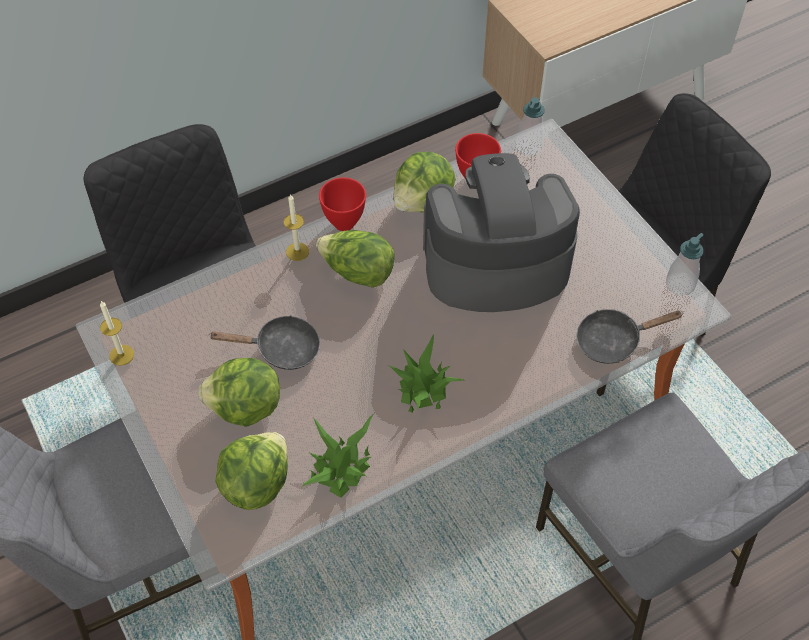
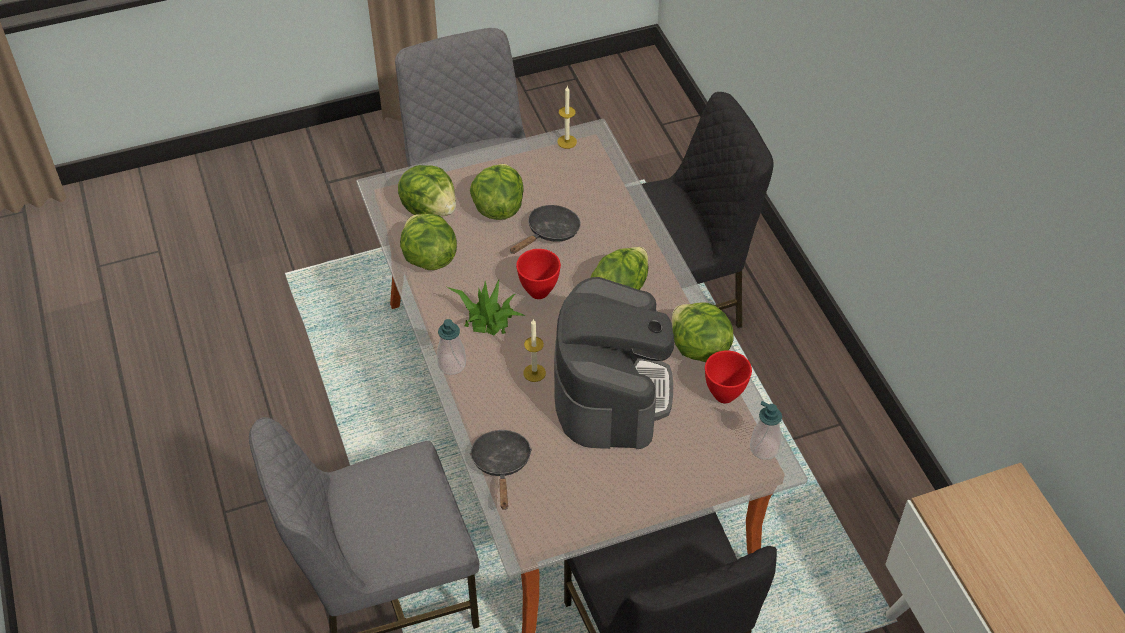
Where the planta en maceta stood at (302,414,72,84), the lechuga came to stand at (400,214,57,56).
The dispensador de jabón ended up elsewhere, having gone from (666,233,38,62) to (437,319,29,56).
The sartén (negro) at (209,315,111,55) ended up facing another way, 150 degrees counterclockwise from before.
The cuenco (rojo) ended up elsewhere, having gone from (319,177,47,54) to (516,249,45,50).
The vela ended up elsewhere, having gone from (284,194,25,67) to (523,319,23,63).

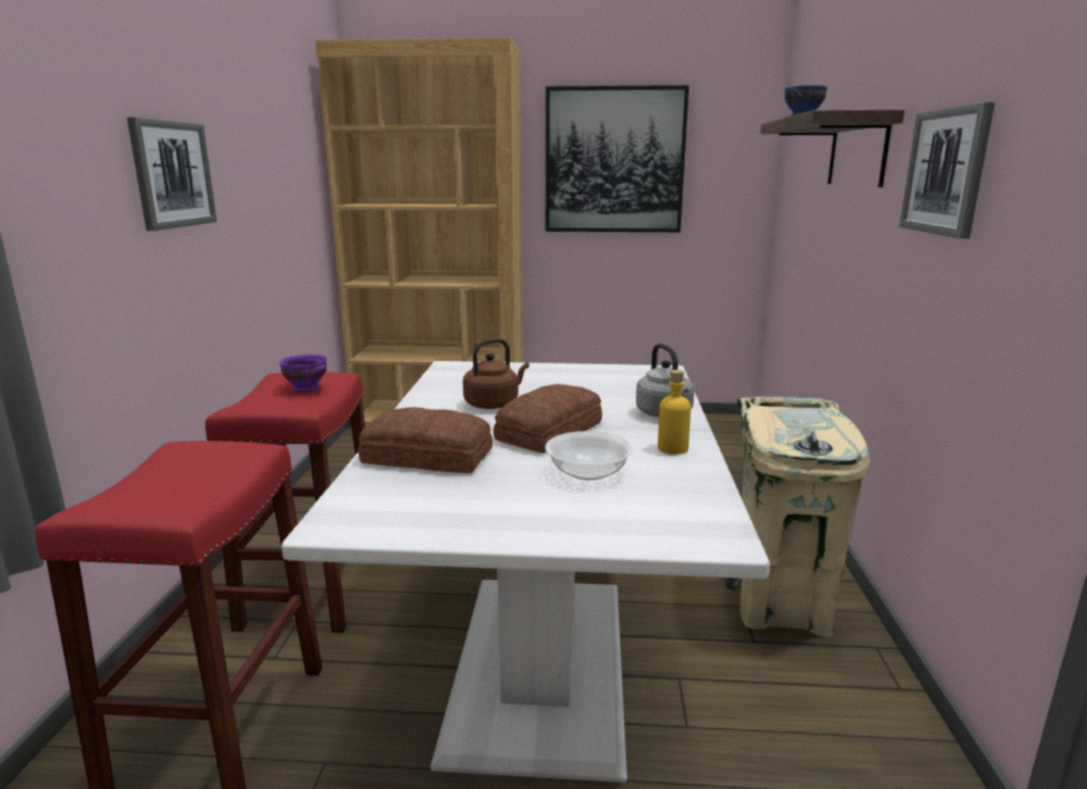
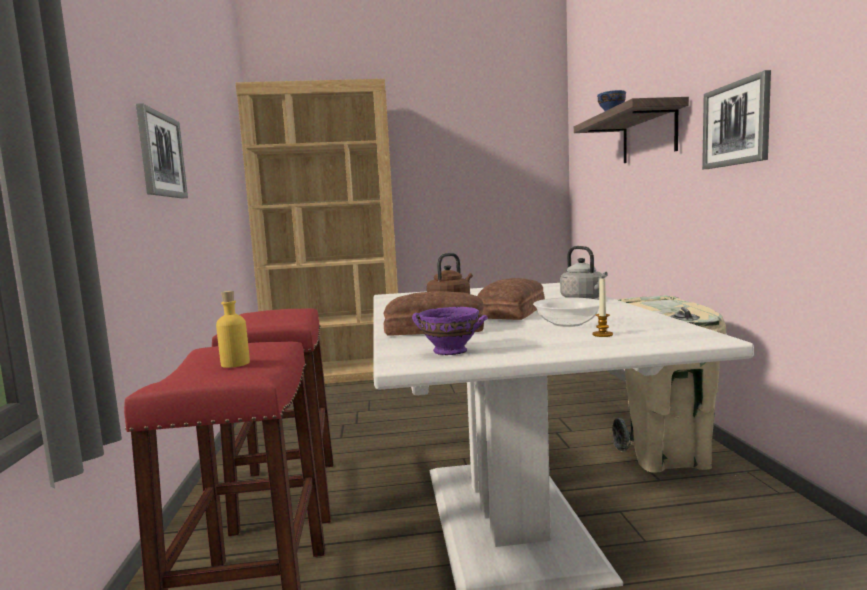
The botella (amarillo) ended up elsewhere, having gone from (658,370,33,85) to (216,291,34,77).
The cuenco (morado) ended up elsewhere, having gone from (279,354,48,38) to (412,307,76,48).
The second view gained the vela at (592,277,21,60).
The second view lost the cuadro at (546,85,143,147).

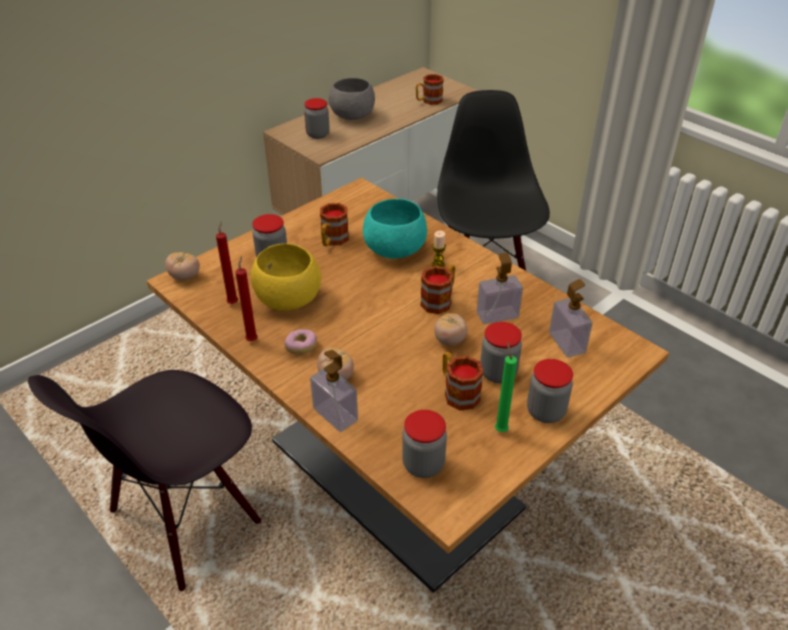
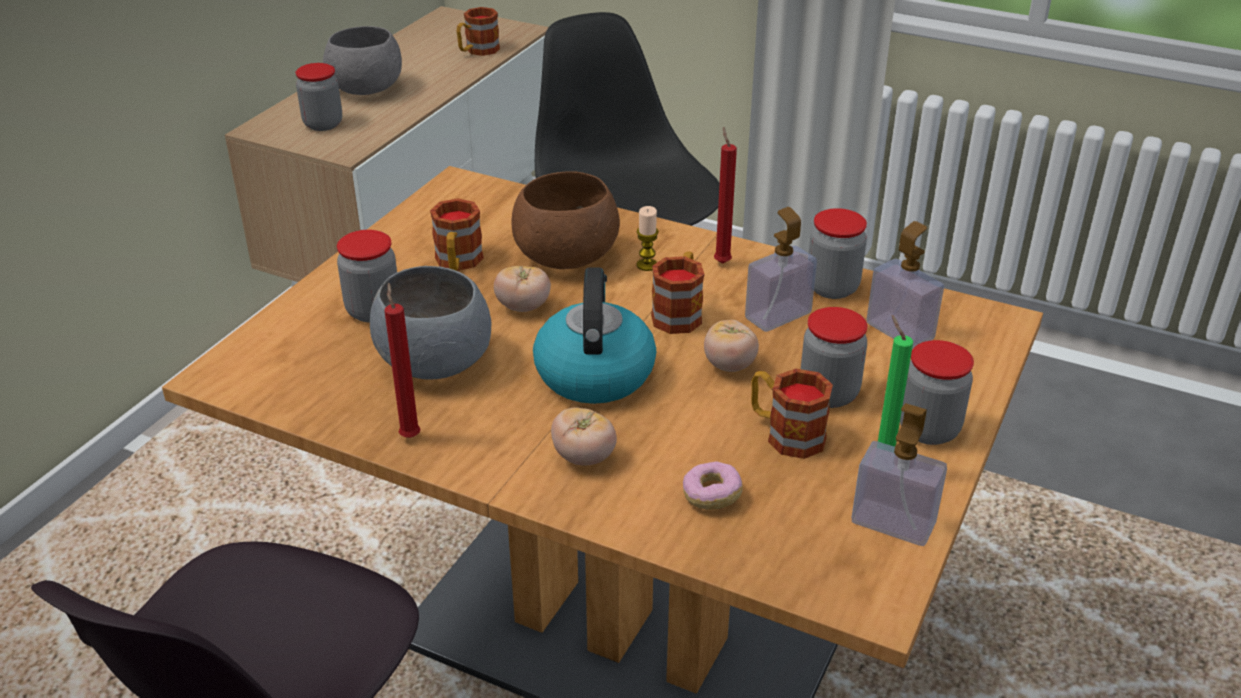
What was the cuenco (amarillo) at (251,243,70,68) turned into the cuenco (gris) at (370,266,122,113).
The tomate ended up elsewhere, having gone from (165,252,35,28) to (494,265,57,47).
What was the cuenco (turquesa) at (363,199,64,60) turned into the cuenco (marrón) at (511,171,109,98).
The second view gained the hervidor at (533,268,123,136).
The rosquilla ended up elsewhere, having gone from (284,329,33,25) to (683,461,60,49).
The vela (rojo) ended up elsewhere, having gone from (216,221,22,83) to (714,127,23,137).
The tarro ended up elsewhere, having gone from (402,410,45,68) to (809,208,58,91).
The dispensador de jabón ended up elsewhere, having gone from (310,350,48,82) to (852,403,95,143).

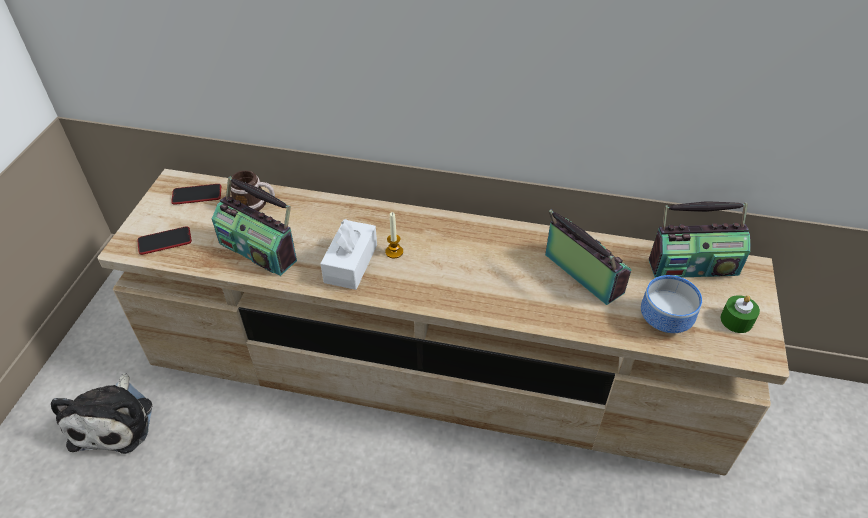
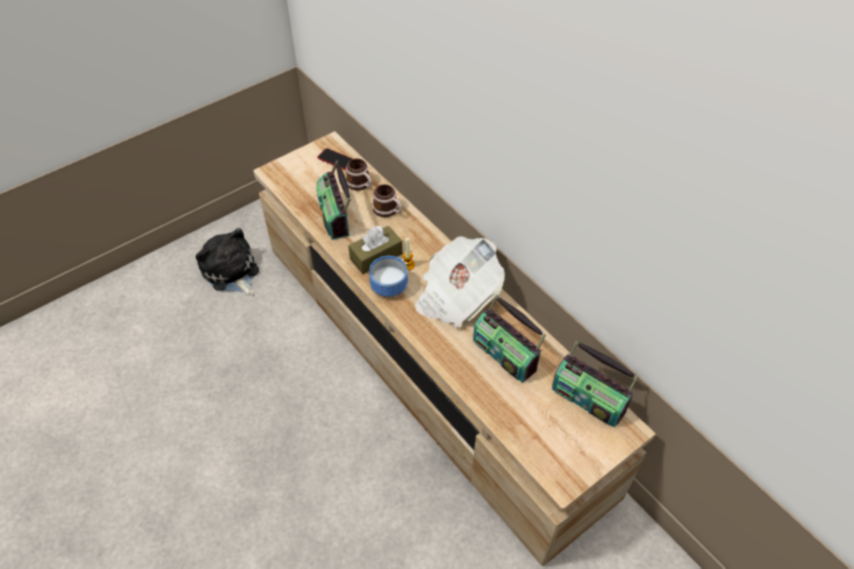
The peluche at (51,373,101,81) ended up facing another way, 105 degrees clockwise from before.
What was the caja de pañuelos (blanco) at (320,219,57,71) turned into the caja de pañuelos (marrón) at (348,225,55,49).
The cuenco ended up elsewhere, having gone from (641,275,61,58) to (369,256,39,41).
The second view gained the taza grande at (372,184,30,33).
The second view gained the periódico at (415,236,90,92).
The radio at (545,209,87,96) ended up facing another way, 135 degrees clockwise from before.
The second view lost the móvil at (137,226,55,29).
The second view lost the vela (verde) at (720,295,40,38).

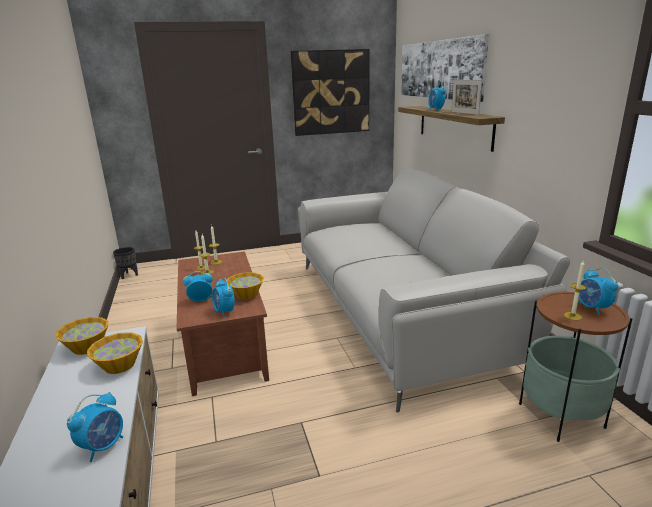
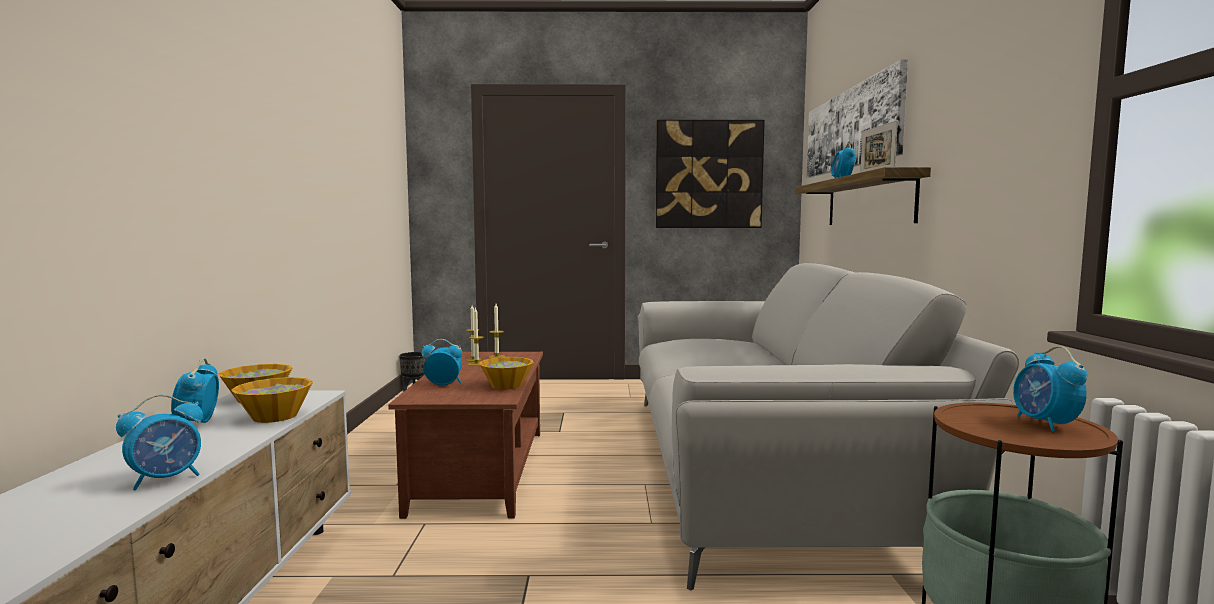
The despertador ended up elsewhere, having gone from (212,278,23,39) to (171,358,48,65).
The second view lost the vela at (564,261,22,59).

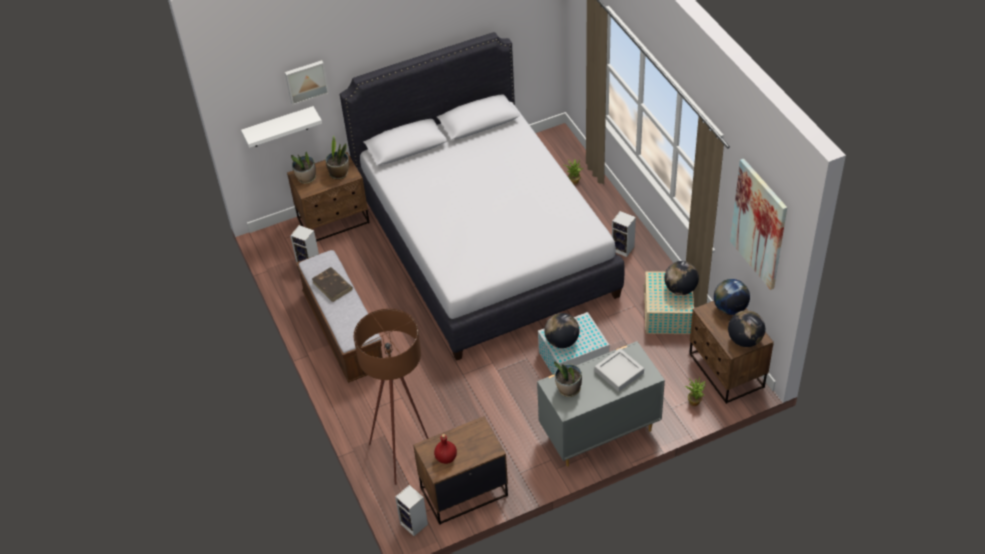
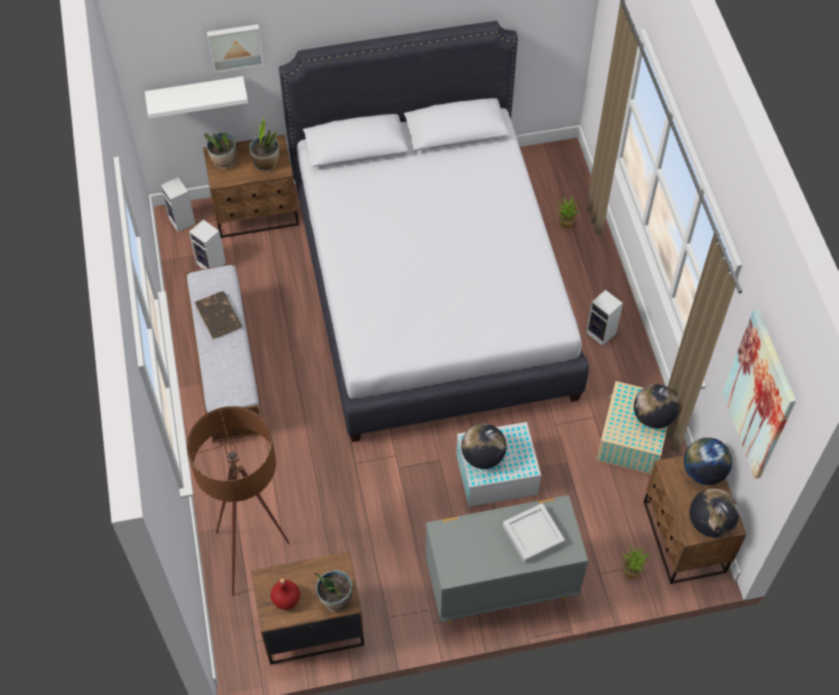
The altavoz ended up elsewhere, having gone from (395,485,33,51) to (160,177,35,55).
The planta en maceta ended up elsewhere, having gone from (554,361,28,36) to (314,570,39,42).

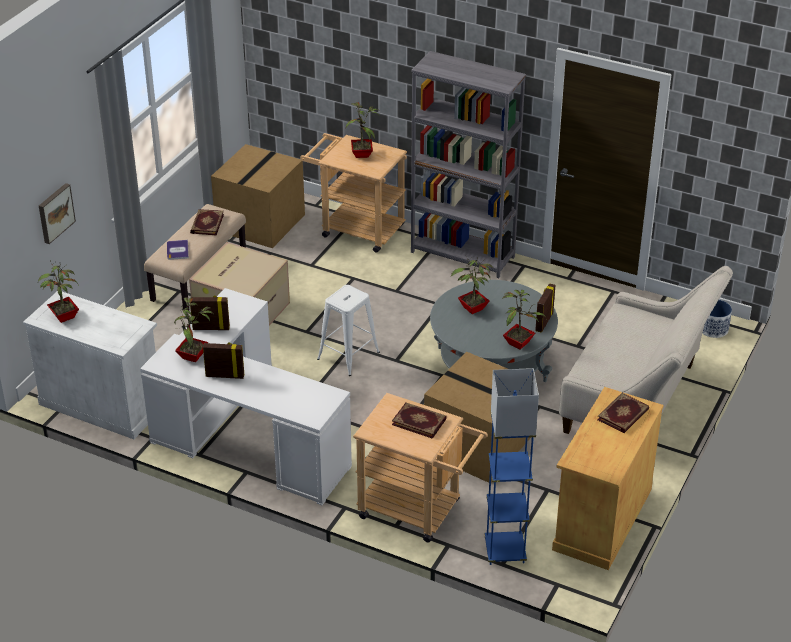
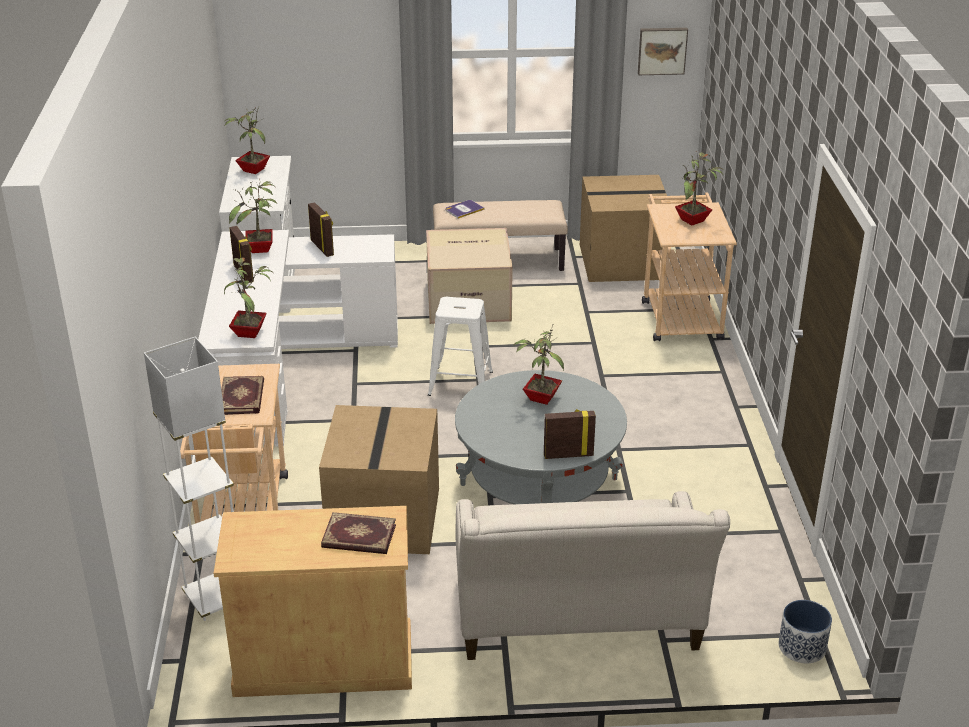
What was the lámpara de pie (azul) at (484,368,55,197) turned into the lámpara de pie (blanco) at (144,337,90,284).
The planta en maceta ended up elsewhere, having gone from (502,290,45,60) to (224,257,48,81).
The cuadro ended up elsewhere, having gone from (39,183,37,61) to (638,28,50,47).
The second view lost the libro at (190,209,34,27).
The second view lost the estantería (gris) at (411,51,115,227).

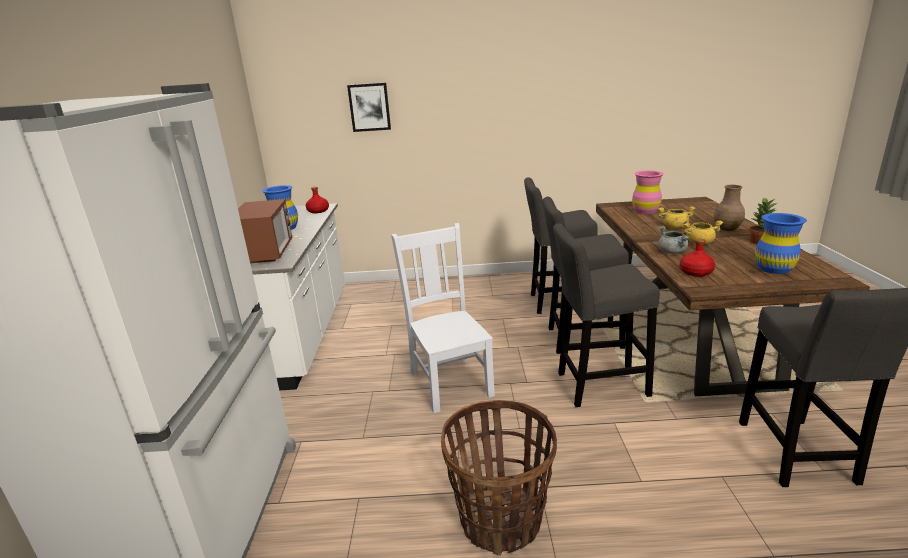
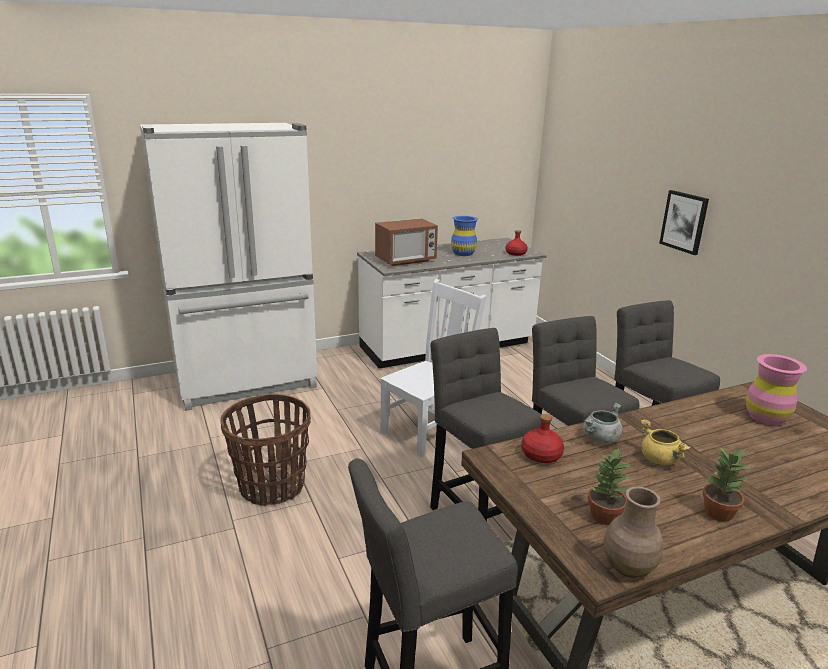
Where the florero (azul) stood at (755,213,52,61), the planta en maceta came to stand at (588,448,42,77).
The florero (marrón) ended up elsewhere, having gone from (714,185,31,46) to (603,487,60,91).
The cuadro ended up elsewhere, having gone from (347,83,44,49) to (659,190,50,65).
The second view lost the olla (amarillo) at (658,206,38,23).

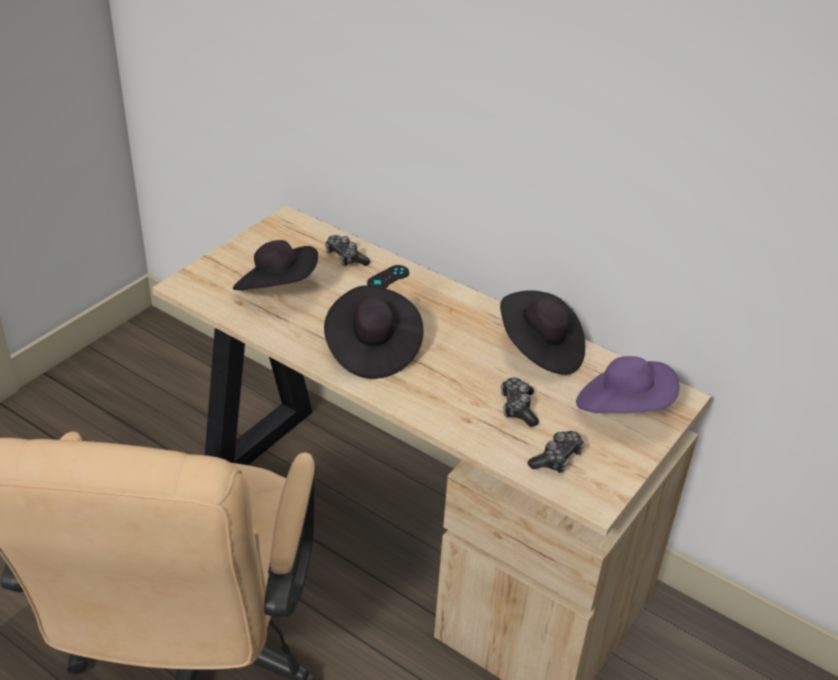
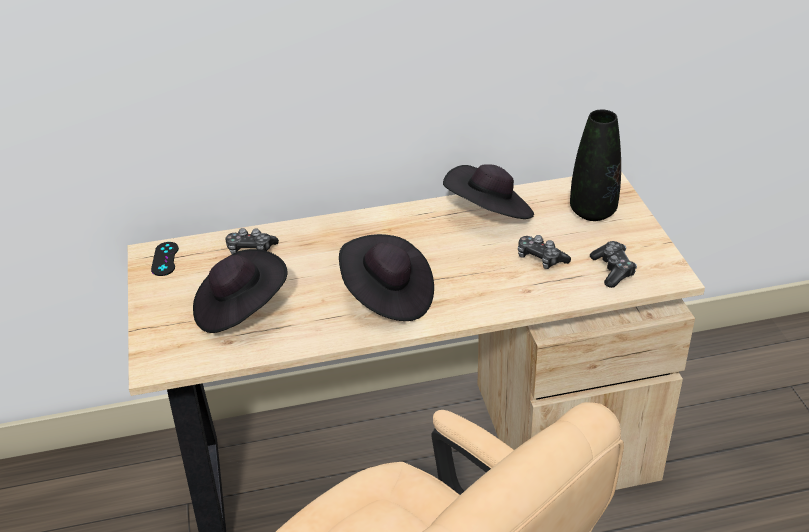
The mando de consola (negro) ended up elsewhere, having gone from (367,265,42,23) to (151,242,28,34).
Where the sombrero (morado) stood at (576,356,104,58), the florero (negro) came to stand at (570,110,51,111).

